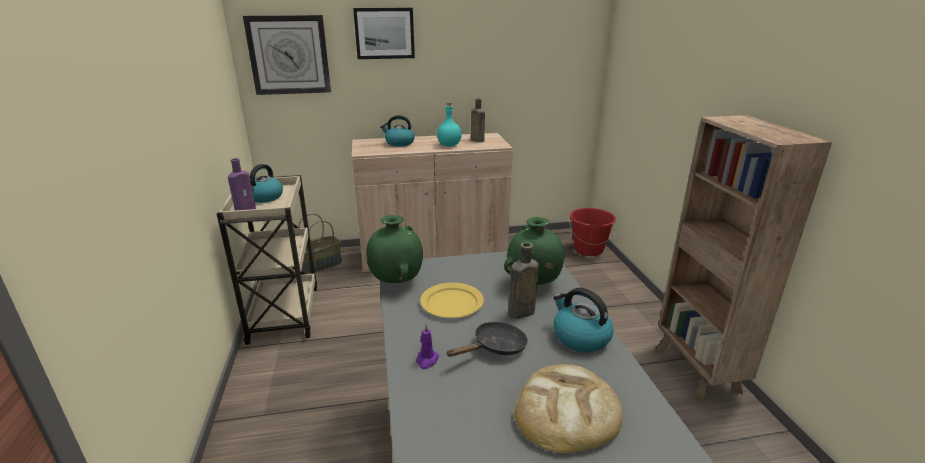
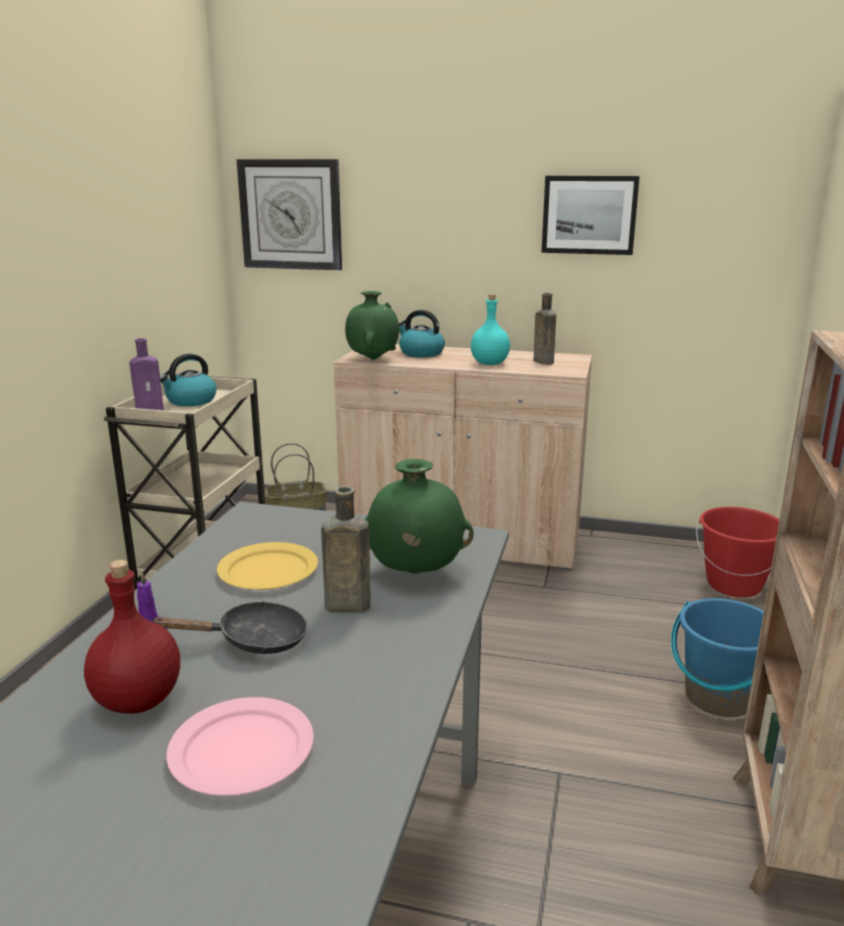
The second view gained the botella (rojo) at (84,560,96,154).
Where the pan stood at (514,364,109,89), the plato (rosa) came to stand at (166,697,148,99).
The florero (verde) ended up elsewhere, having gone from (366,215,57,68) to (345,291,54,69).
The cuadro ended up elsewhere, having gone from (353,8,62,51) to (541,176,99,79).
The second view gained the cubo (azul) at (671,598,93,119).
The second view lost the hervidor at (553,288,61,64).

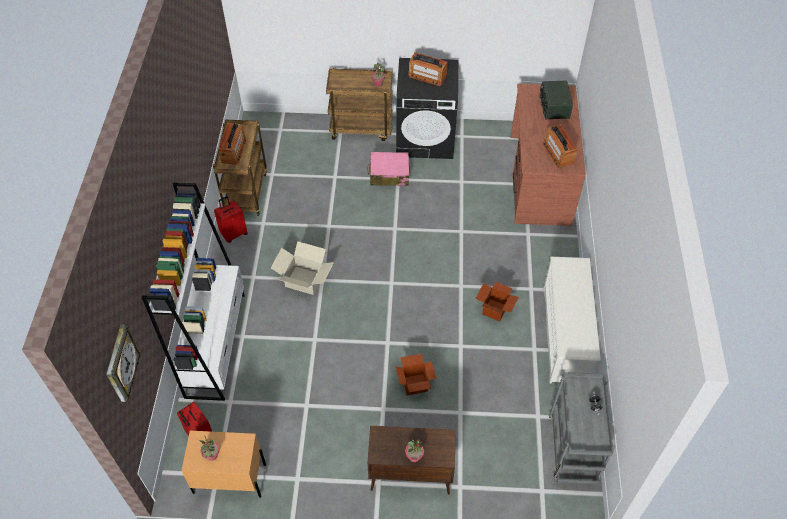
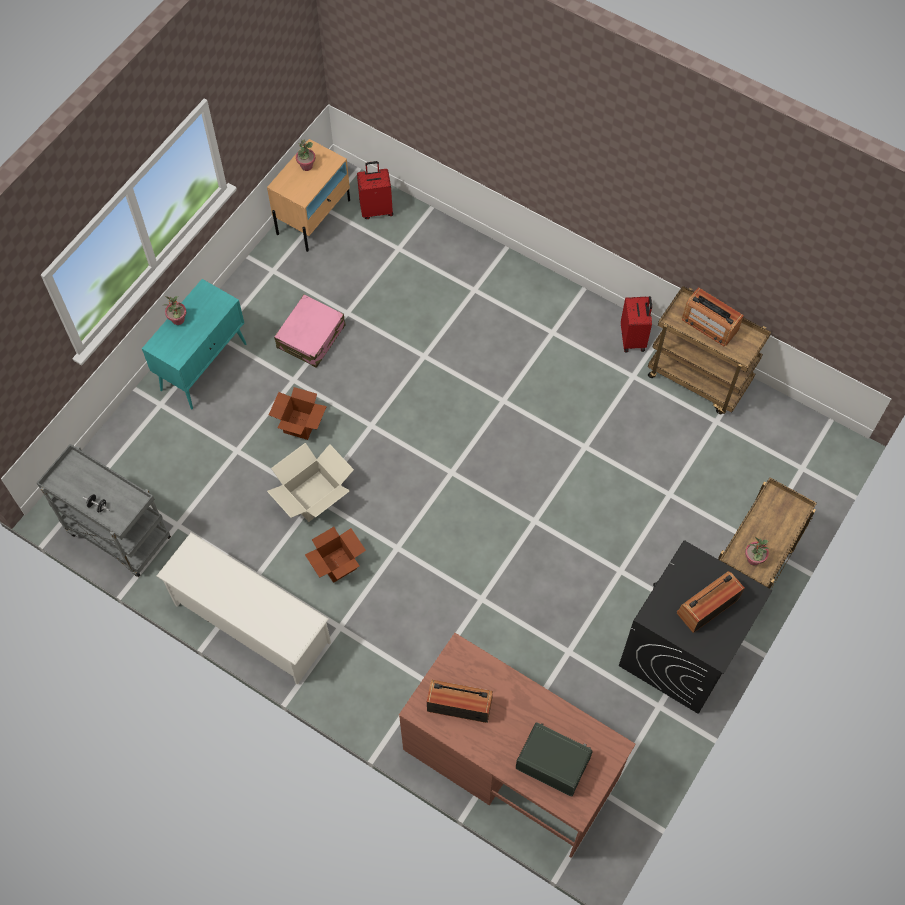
What was the armario (marrón) at (367,426,88,69) turned into the armario (turquesa) at (142,279,105,130).
The caja de cartón ended up elsewhere, having gone from (271,241,63,54) to (267,443,87,79).
The maleta (rosa) ended up elsewhere, having gone from (367,152,43,34) to (274,295,71,73).
The second view lost the reloj de pared at (106,324,35,78).
The second view lost the estantería (blanco) at (141,183,104,218).

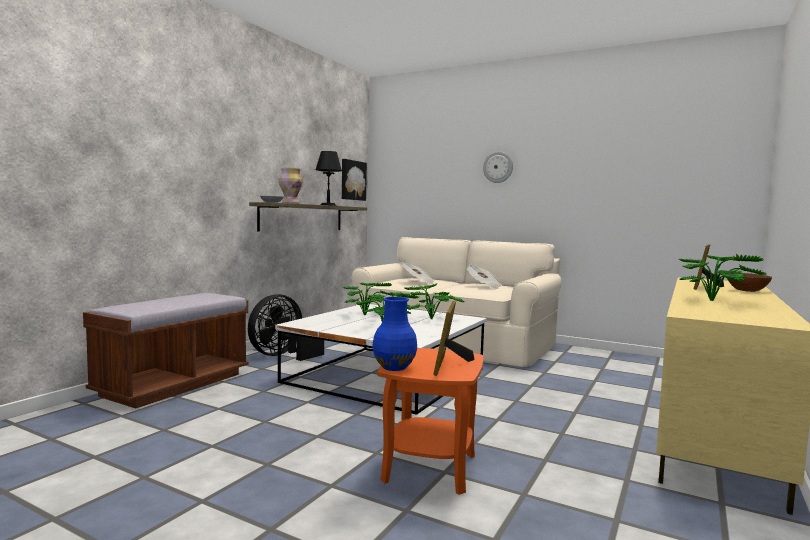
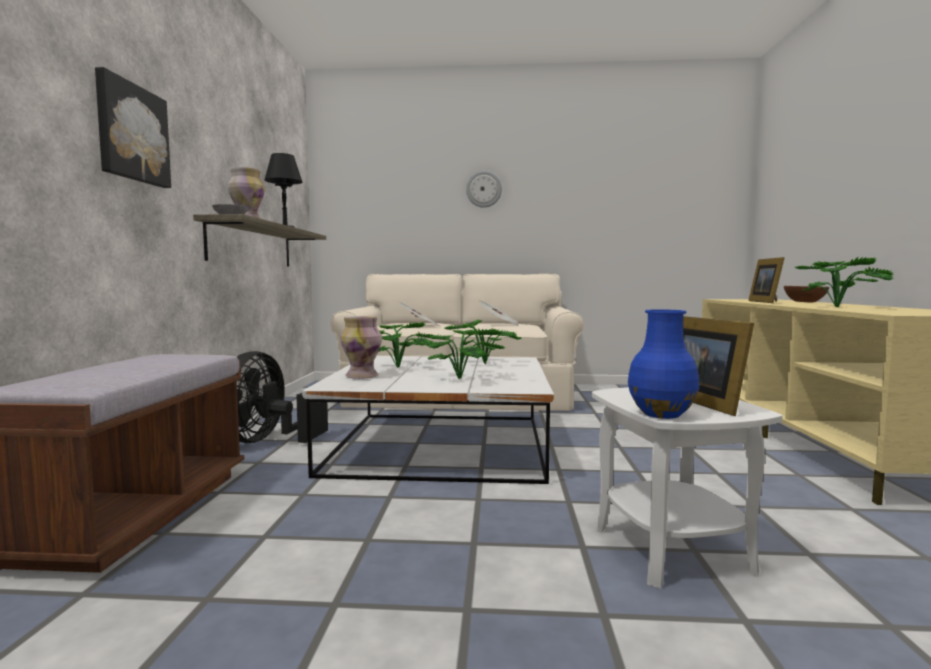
The cuadro ended up elsewhere, having gone from (342,159,25,42) to (95,67,76,121).
The second view gained the florero at (340,316,42,63).
What was the mesa auxiliar (naranja) at (378,348,105,147) turned into the mesa auxiliar (blanco) at (592,387,191,202).

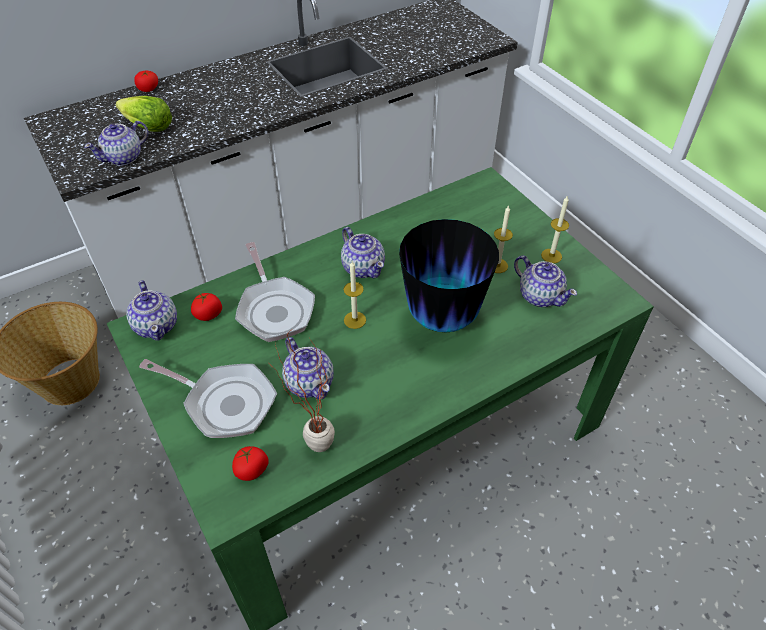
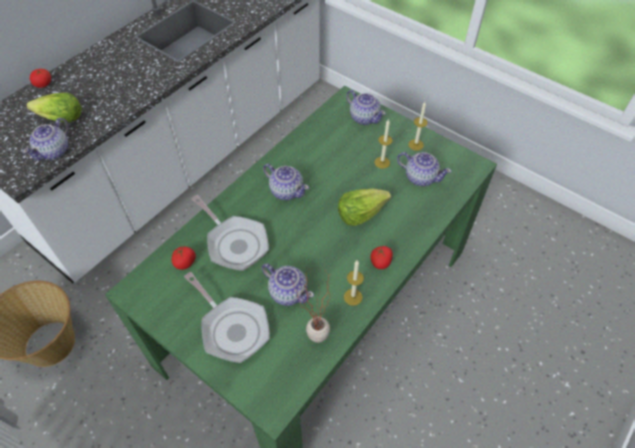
The sartén at (139,359,138,79) ended up facing another way, 45 degrees clockwise from before.
Where the florero stood at (399,219,100,113), the lechuga came to stand at (338,189,53,37).
The vela ended up elsewhere, having gone from (343,261,23,68) to (344,260,20,46).
The tetera ended up elsewhere, having gone from (126,280,51,61) to (346,90,40,35).
The tomate ended up elsewhere, having gone from (232,446,37,35) to (371,246,22,23).

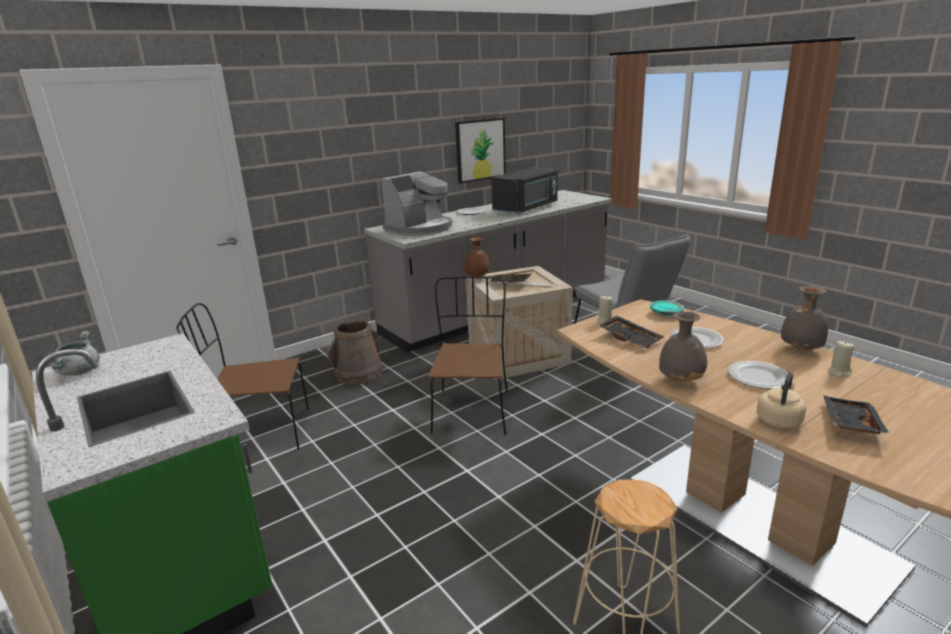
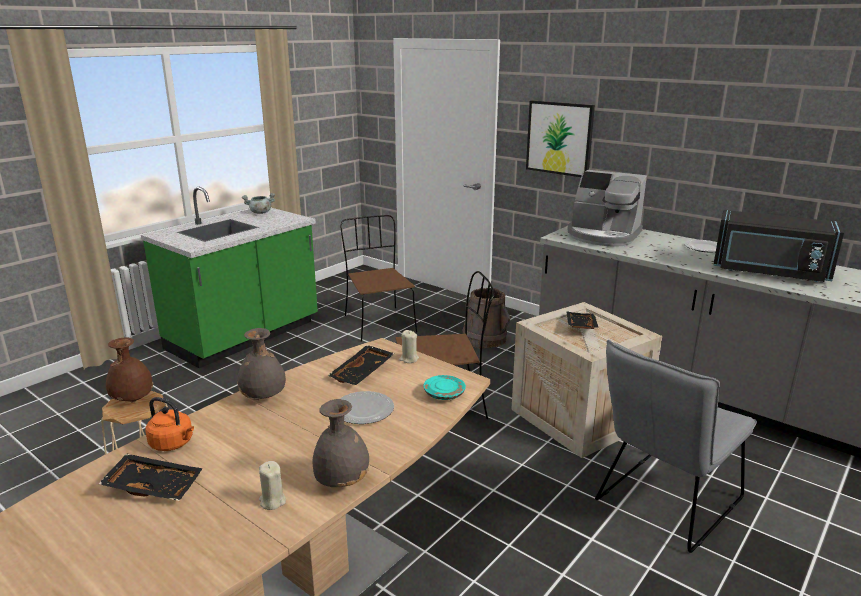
The florero (marrón) ended up elsewhere, having gone from (464,237,26,42) to (106,338,47,65).
What was the hervidor (beis) at (757,372,49,57) turned into the hervidor (naranja) at (145,397,49,54).
The cuadro ended up elsewhere, having gone from (455,117,51,67) to (526,100,69,77).
The second view lost the plato at (728,361,60,28).

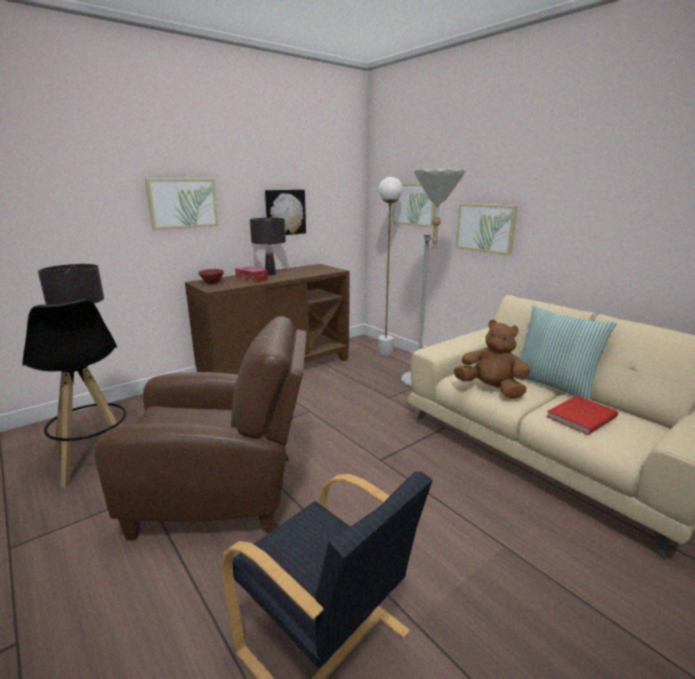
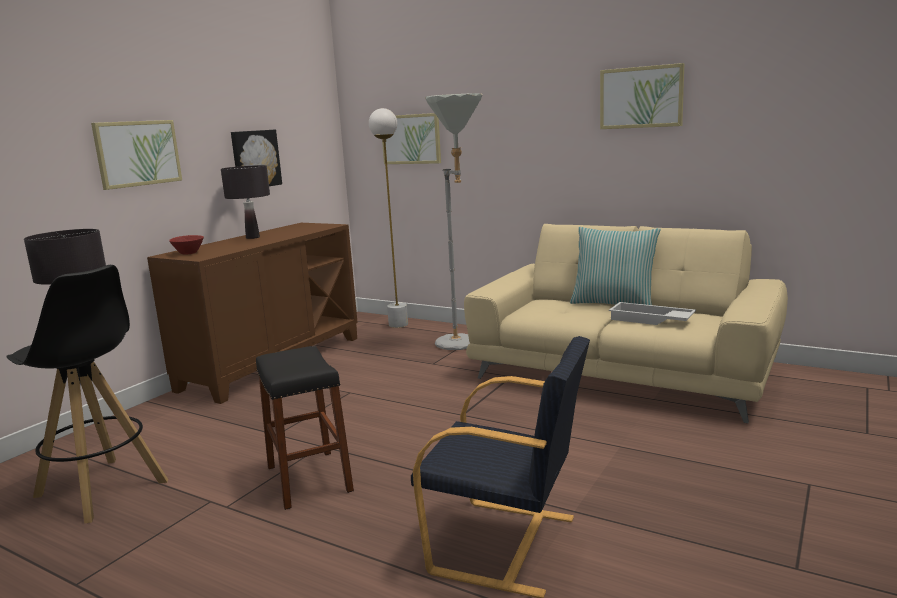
Where the sillón (marrón) stood at (95,316,212,224), the taburete (negro) came to stand at (256,346,98,164).
The cuadro ended up elsewhere, having gone from (455,203,62,53) to (600,63,84,66).
Where the libro (rojo) stood at (546,396,72,39), the bandeja (blanco) came to stand at (609,302,87,23).
The second view lost the caja de pañuelos at (235,266,33,17).
The second view lost the peluche (marrón) at (454,320,76,79).

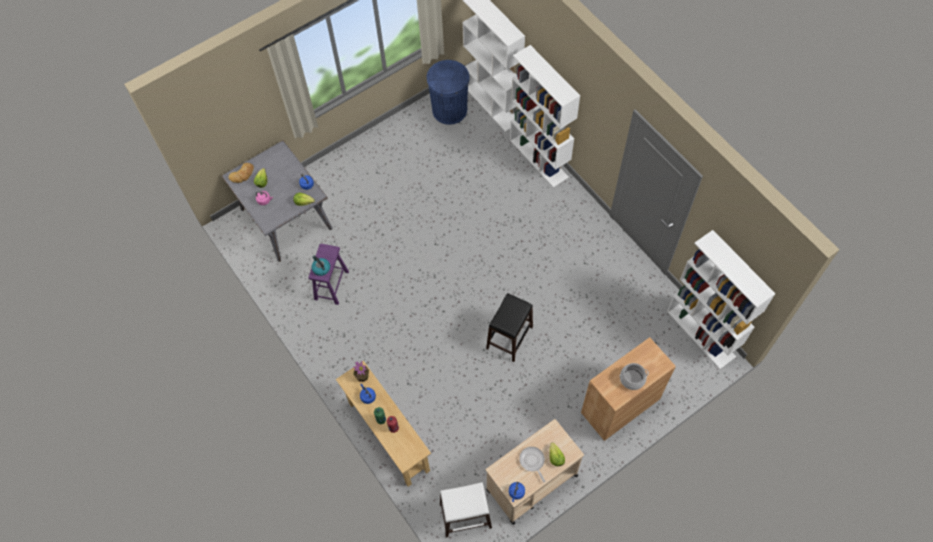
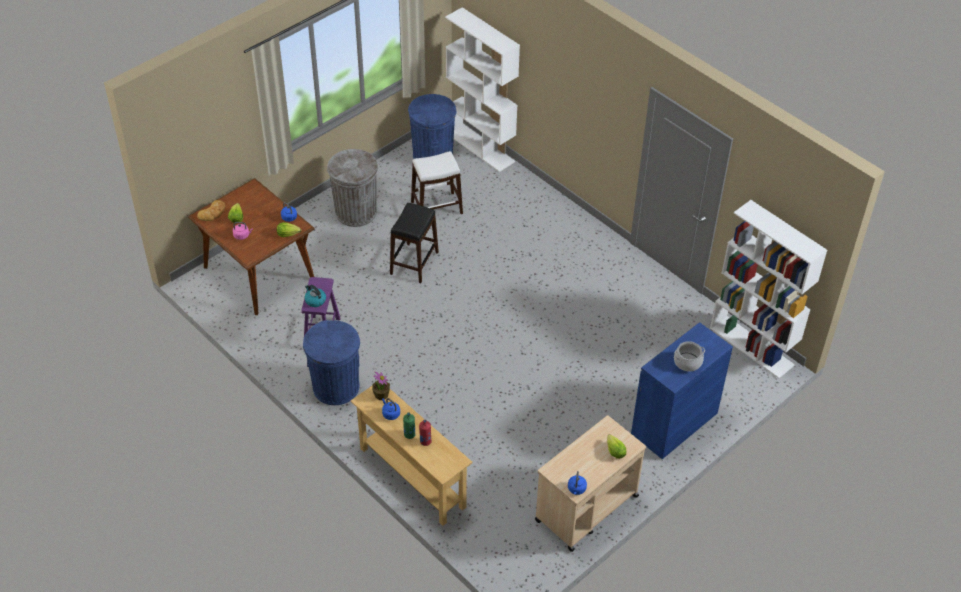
What was the mesa de comedor (gris) at (222,140,110,122) turned into the mesa de comedor (marrón) at (188,178,127,137).
The second view gained the papelera (azul) at (303,320,57,85).
The second view gained the papelera (gris) at (327,149,51,78).
The taburete (negro) ended up elsewhere, having gone from (486,293,47,69) to (390,203,49,80).
The taburete (blanco) ended up elsewhere, having gone from (440,482,52,56) to (411,151,52,63).
What was the armario (marrón) at (581,337,95,104) turned into the armario (azul) at (631,322,102,137).
The second view lost the estantería (blanco) at (510,45,70,143).
The second view lost the sartén at (519,447,26,35).

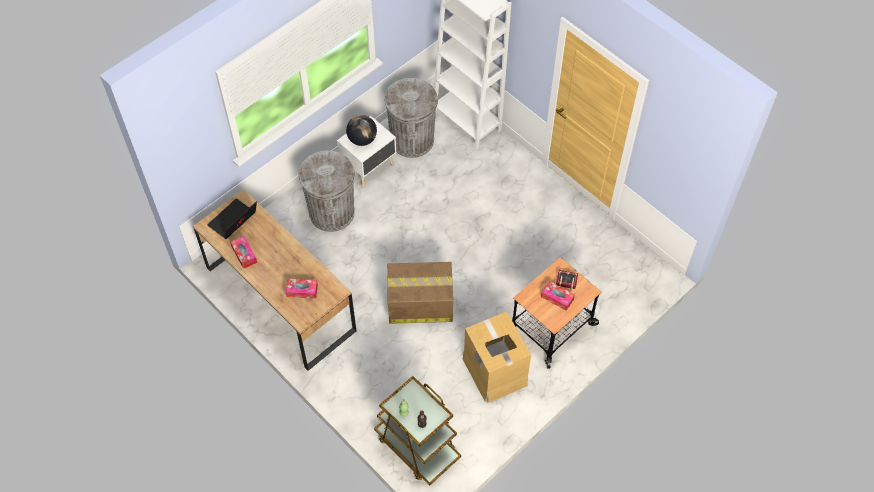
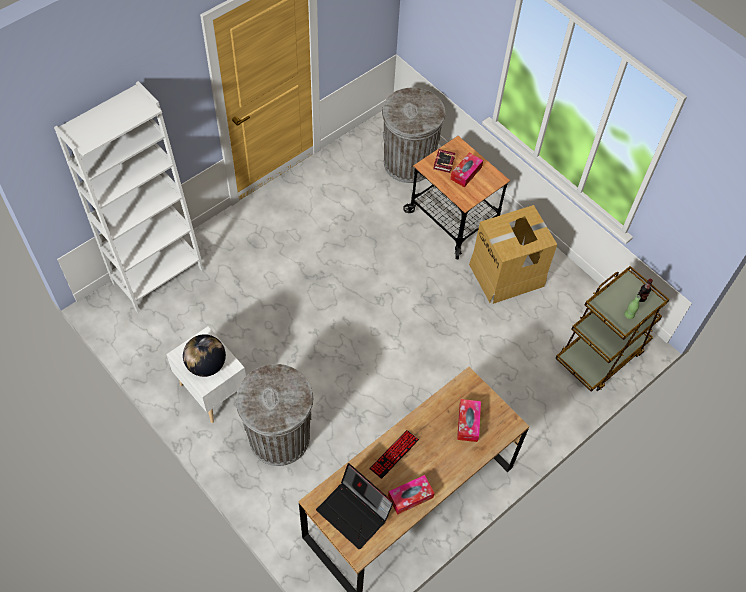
The second view gained the teclado at (369,430,50,49).
The papelera (gris) ended up elsewhere, having gone from (384,78,54,80) to (382,88,63,95).
The second view lost the caja de cartón at (387,262,66,62).

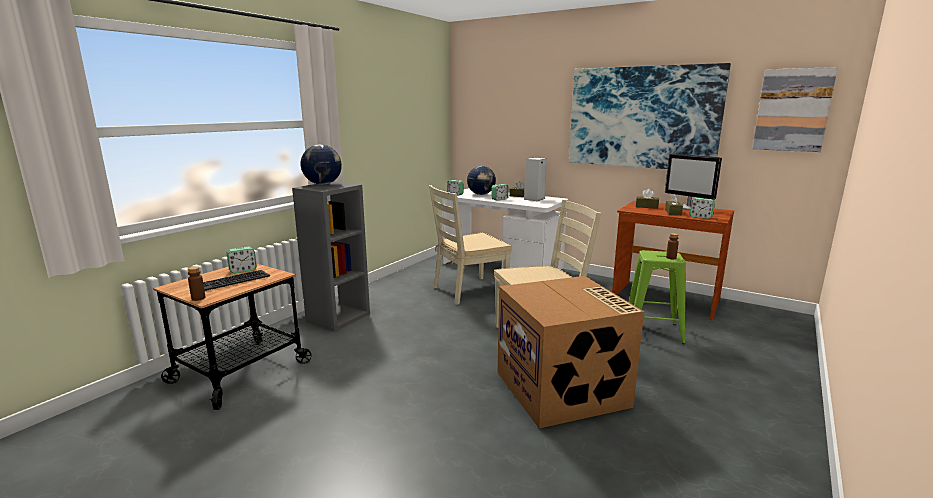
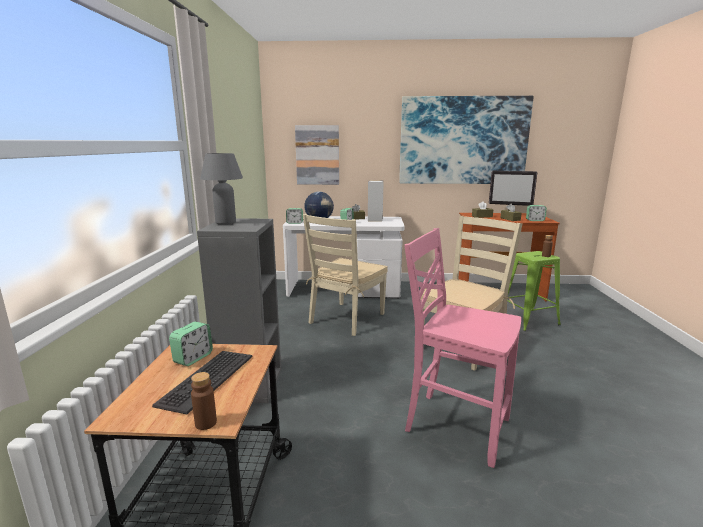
Where the globo terráqueo stood at (301,145,41,40), the lámpara de mesa (gris) came to stand at (200,153,43,72).
The cuadro ended up elsewhere, having gone from (752,67,86,85) to (295,125,44,60).
The second view gained the silla (rosa) at (404,228,117,240).
The second view lost the caja de cartón at (498,276,146,153).

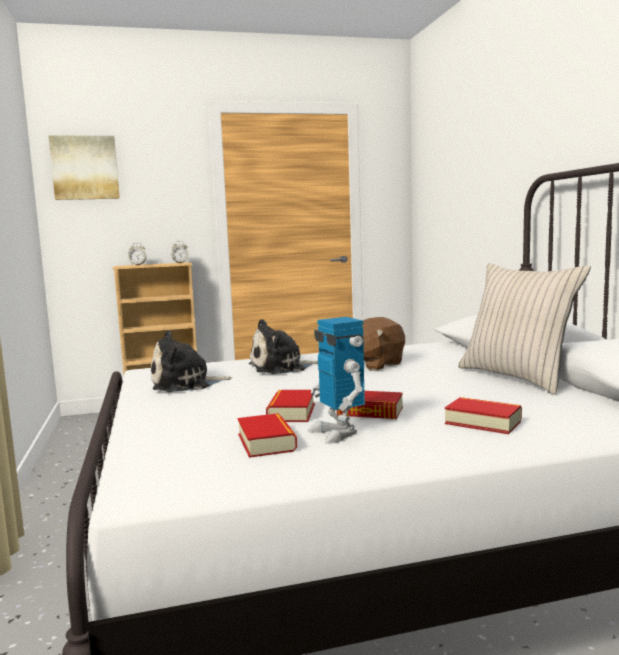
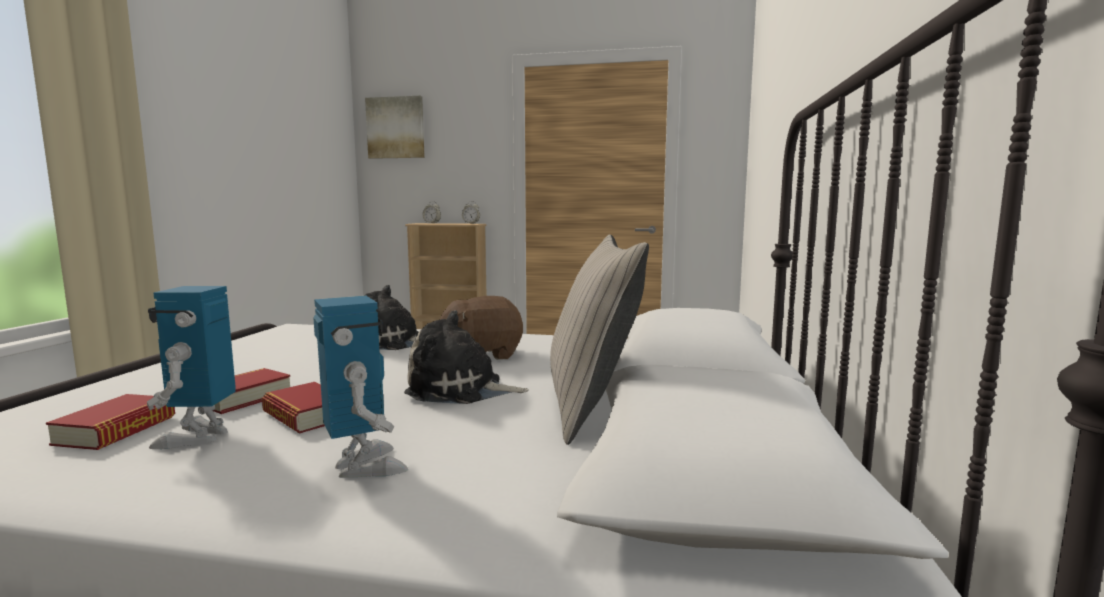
Where the libro stood at (445,397,77,37), the robot de juguete came to stand at (313,296,95,182).
The peluche ended up elsewhere, having gone from (151,330,81,62) to (404,310,125,94).

